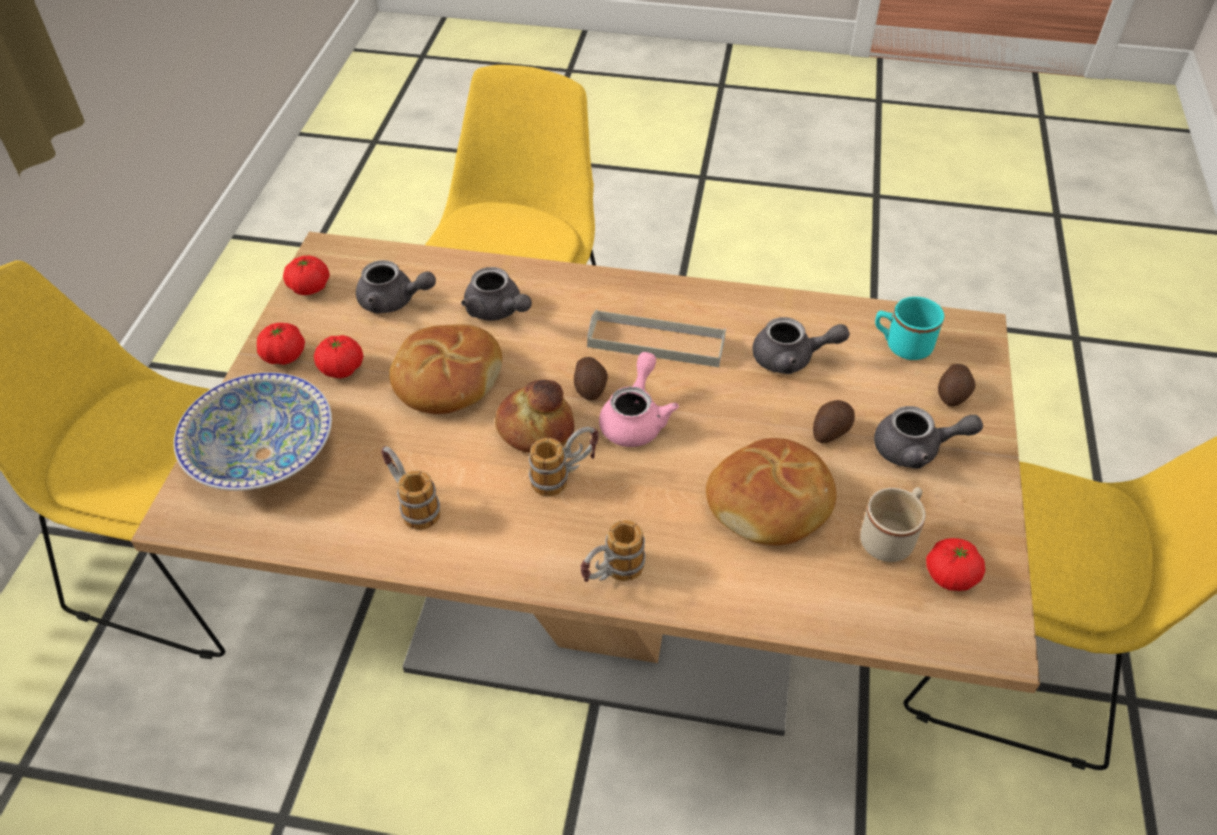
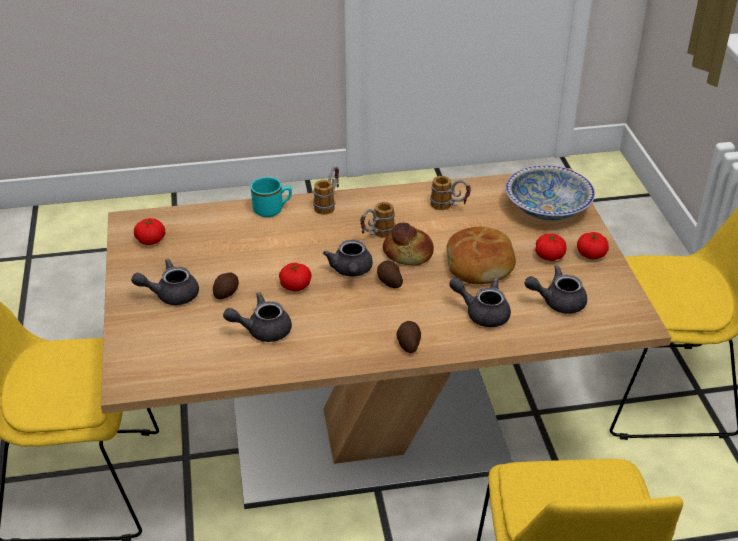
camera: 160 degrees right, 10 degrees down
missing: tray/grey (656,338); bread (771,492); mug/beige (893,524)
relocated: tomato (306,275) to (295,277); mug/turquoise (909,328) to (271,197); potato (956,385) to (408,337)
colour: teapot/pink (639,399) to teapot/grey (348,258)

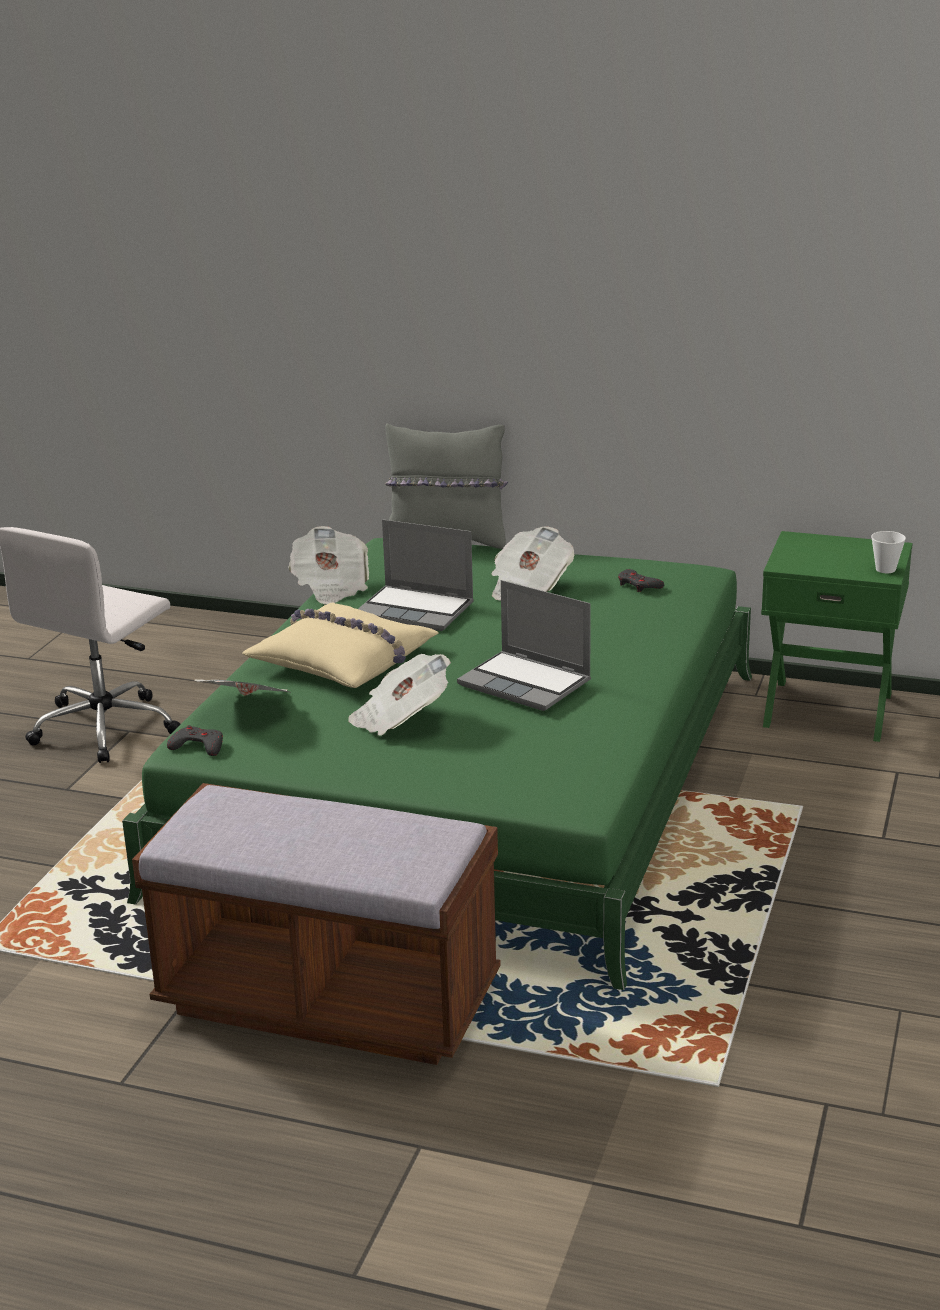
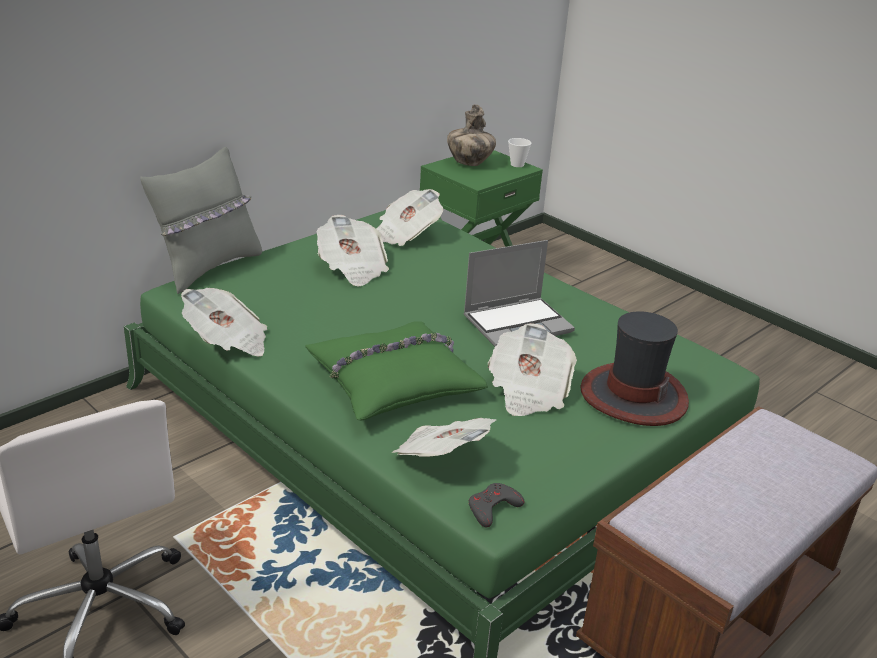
camera: 65 degrees left, 5 degrees up
missing: laptop (416,575)
appeared: vase (471,135); hat (634,368)
exchanged: game controller/grey (641,580) to newspaper (409,217)
colour: pillow/beige (340,645) to pillow/green (397,370)

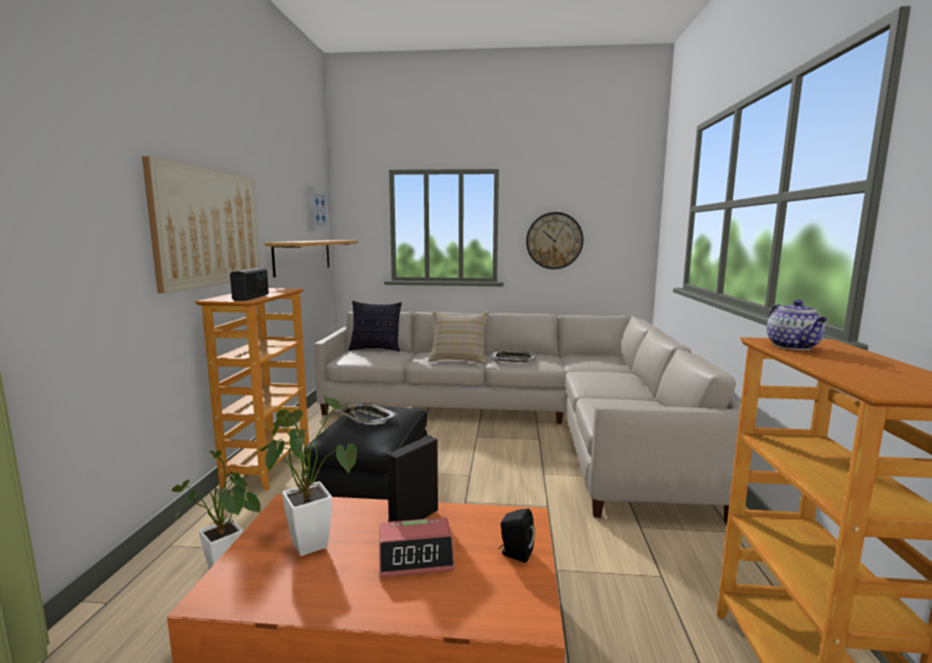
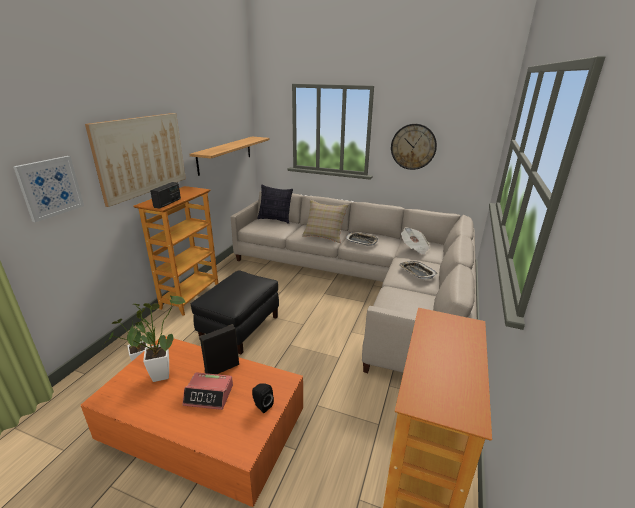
camera: 15 degrees right, 15 degrees up
missing: teapot (797,325)
appeared: newspaper (415,241)
relocated: picture (319,208) to (48,189); tray (366,414) to (418,270)

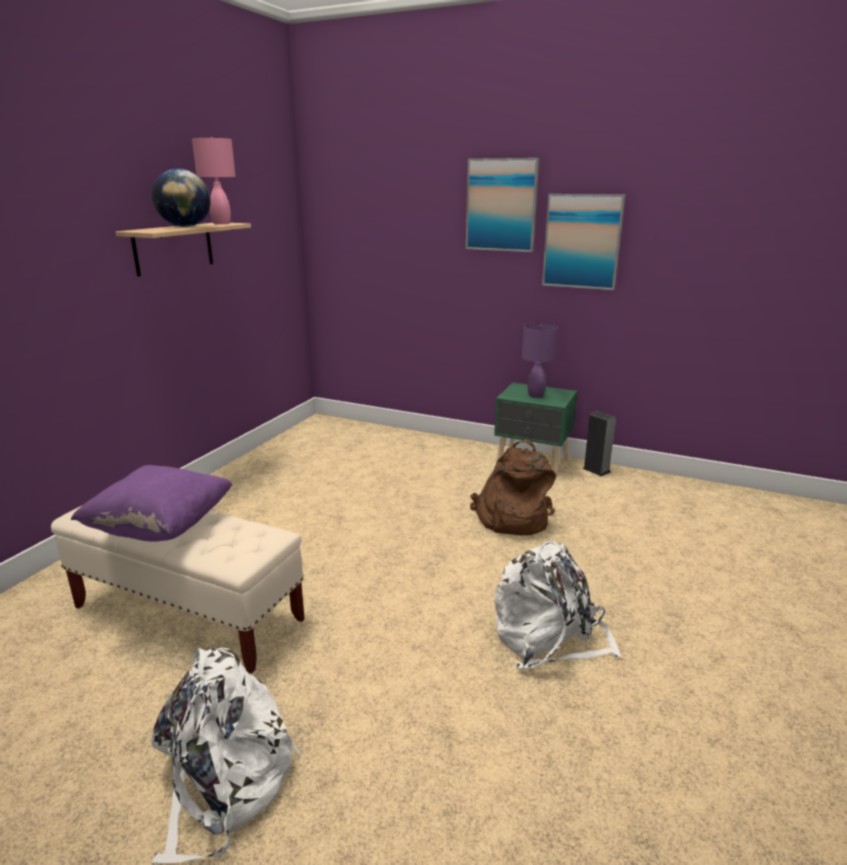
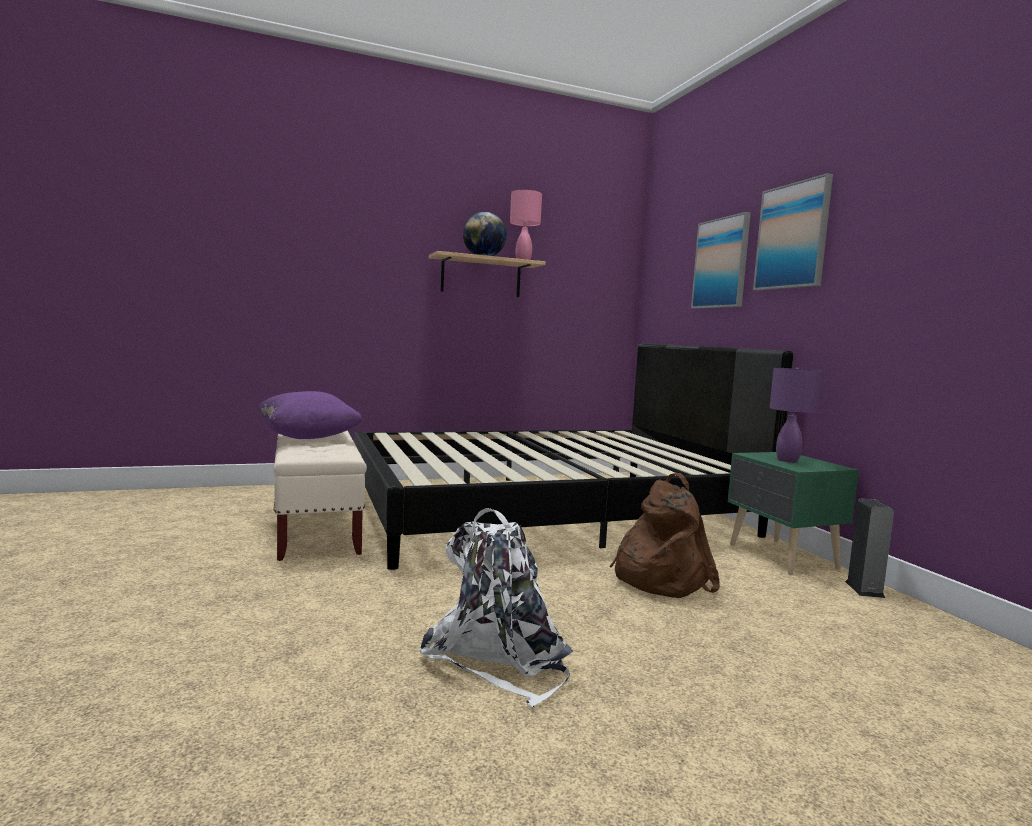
camera: 45 degrees right, 15 degrees down
missing: backpack/white (226,756)
appeared: bed/black (573,456)
relocated: picture (583,242) to (721,260)

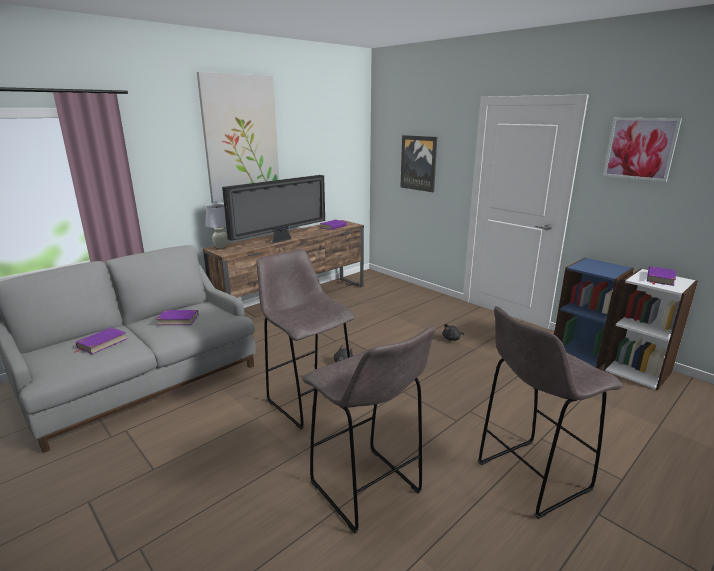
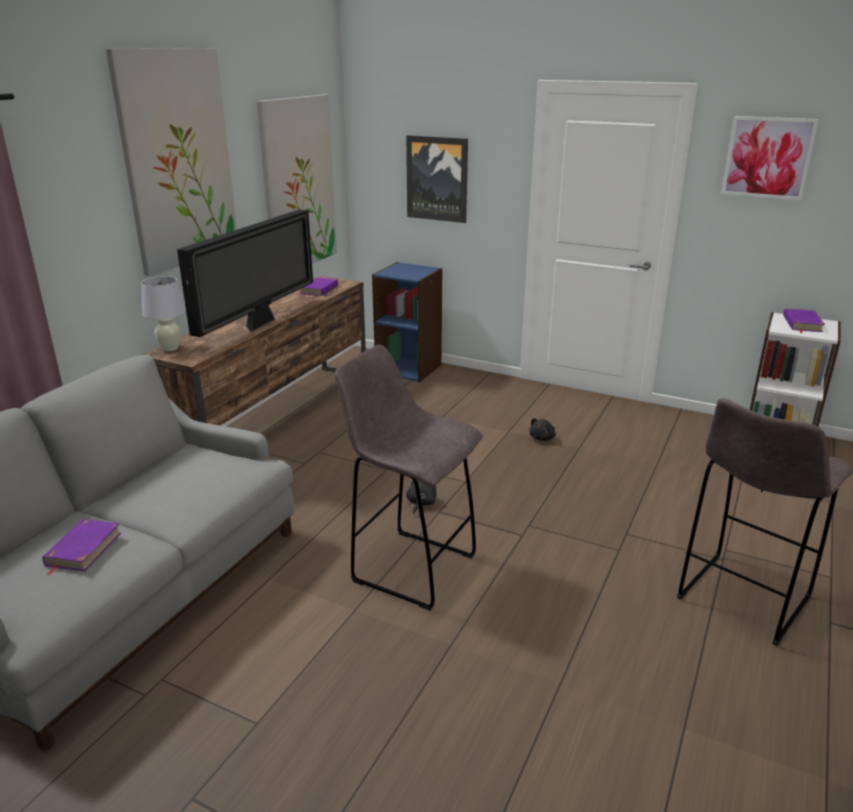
camera: 20 degrees left, 5 degrees up
missing: book/purple (177,317); stool/grey (369,430)
appeared: picture (297,179)
relocated: bookcase/blue (594,313) to (407,322)

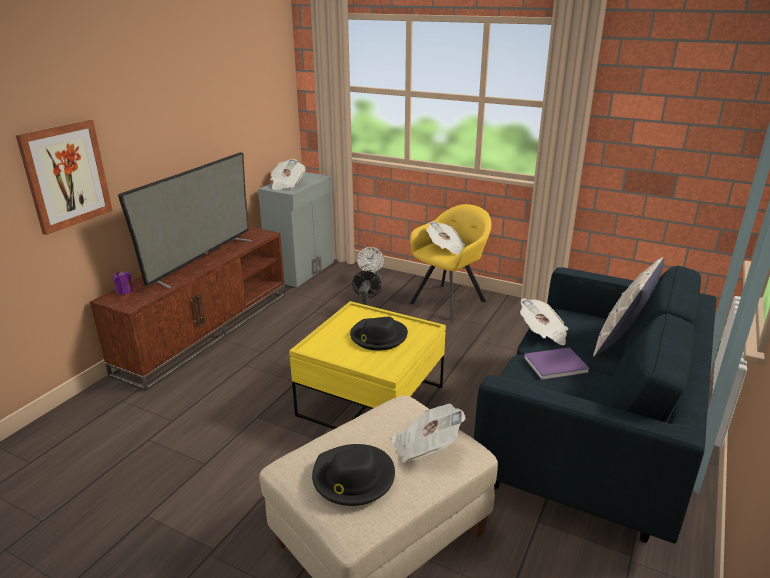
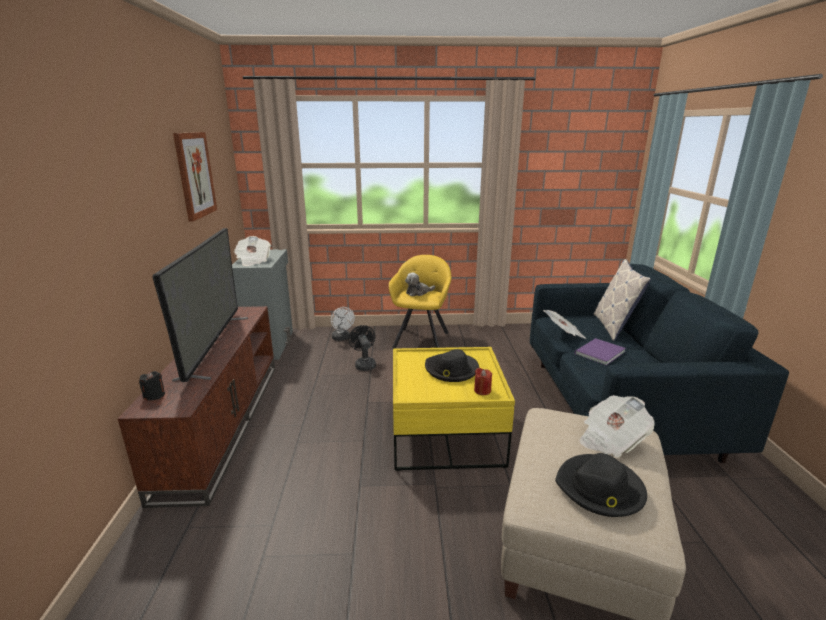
camera: 30 degrees left, 5 degrees down
appeared: candle/red (483,381)
relocated: picture (64,177) to (195,177)
exchanged: newspaper (446,238) to plush toy (420,284)
colour: candle/purple (123,283) to candle/black (152,386)

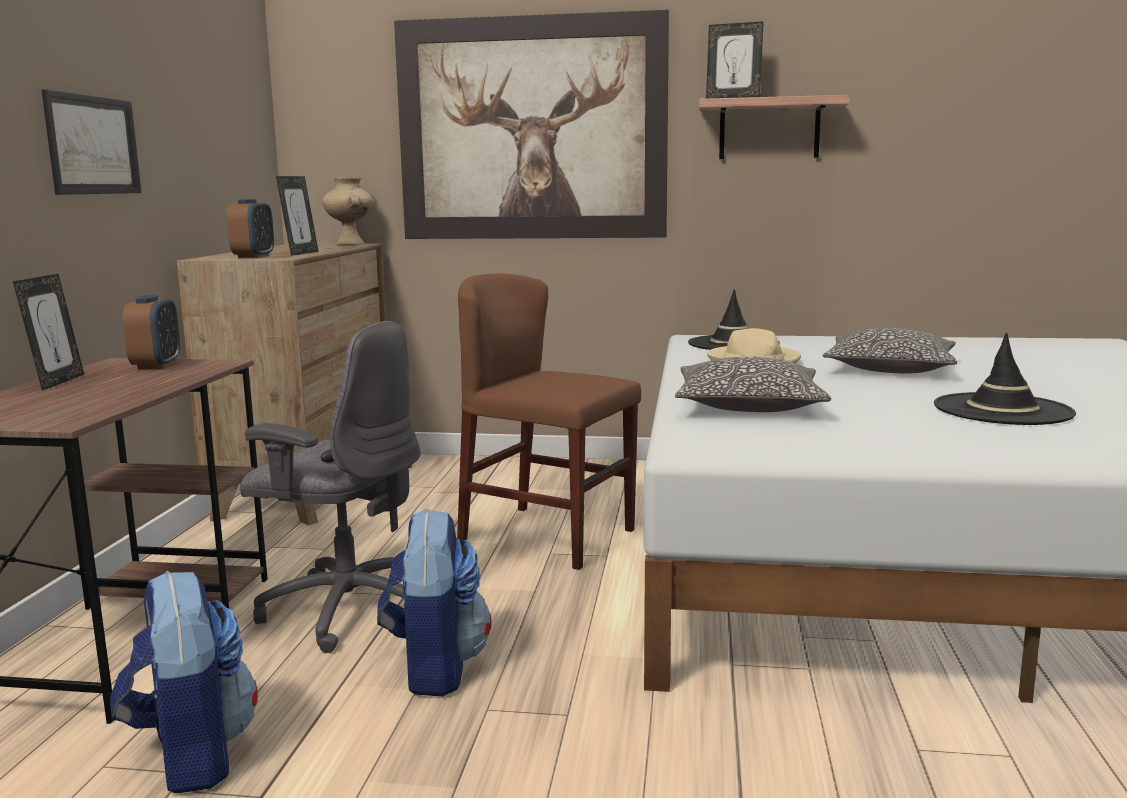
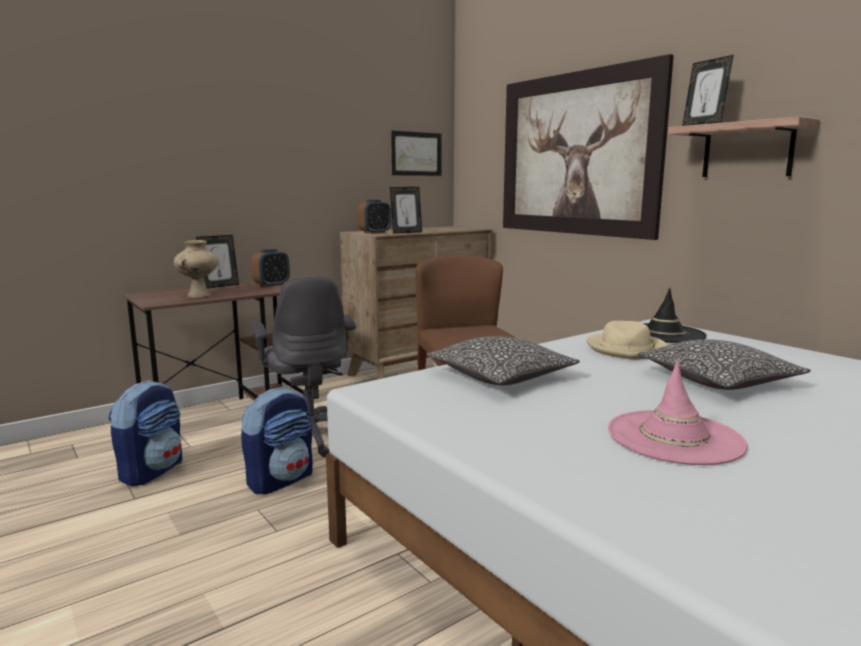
camera: 45 degrees right, 0 degrees up
relocated: picture (92,142) to (416,153); vase/beige (347,211) to (196,269)
colour: hat/black (1005,379) to hat/pink (678,413)

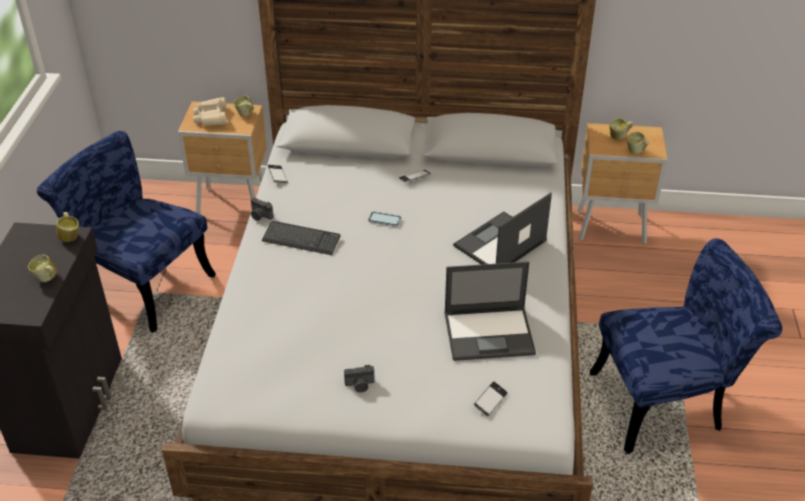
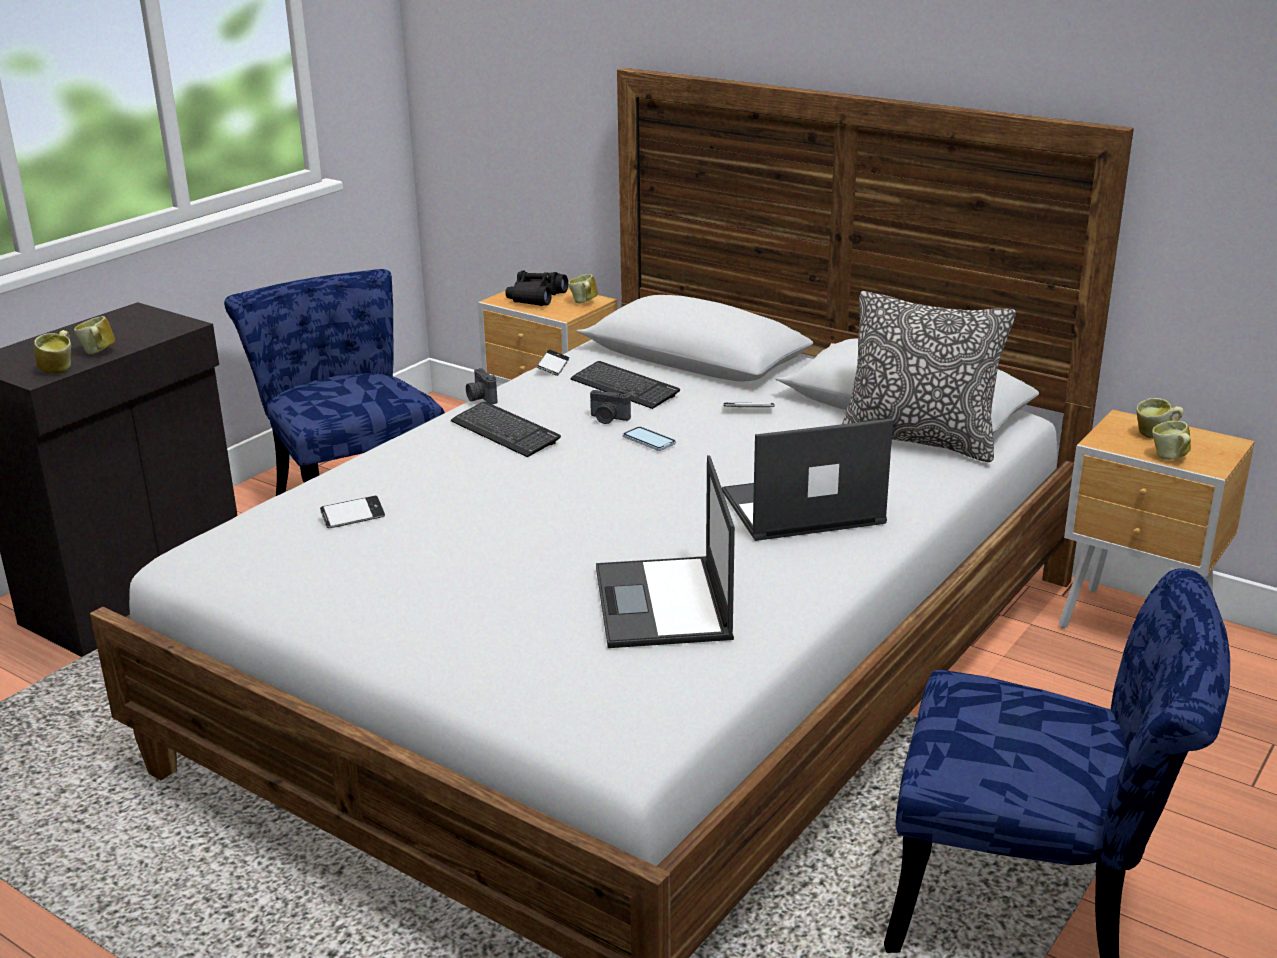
camera: 30 degrees right, 15 degrees down
appeared: keyboard (625,385); pillow (929,376)
relocated: mug (67,227) to (52,352); photo camera (359,378) to (610,407); phone (490,398) to (352,512)
colour: binoculars/beige (210,111) to binoculars/black (536,288)
spun: laptop (490,311) = (665,551) 60 degrees clockwise

